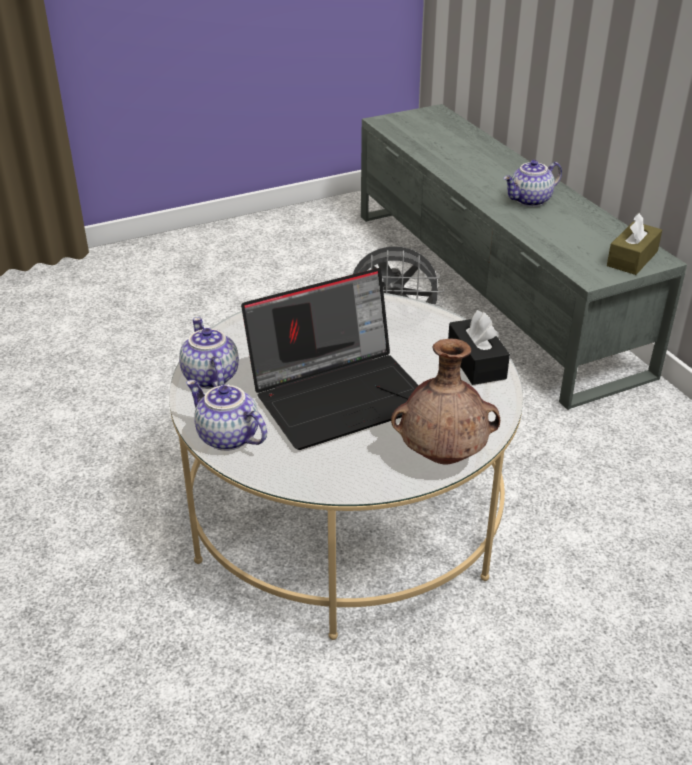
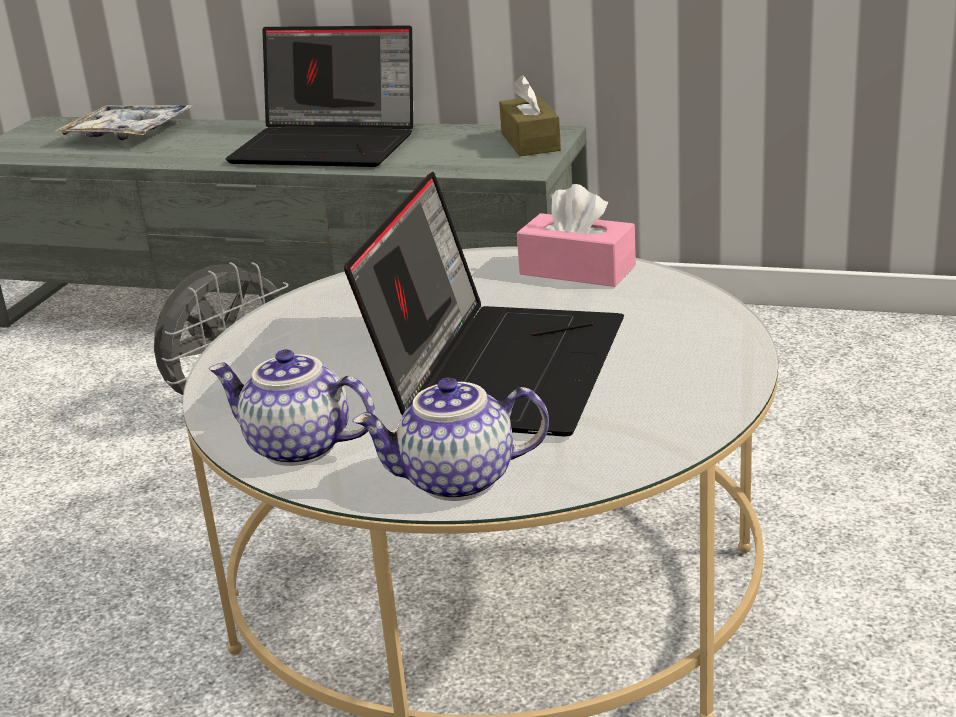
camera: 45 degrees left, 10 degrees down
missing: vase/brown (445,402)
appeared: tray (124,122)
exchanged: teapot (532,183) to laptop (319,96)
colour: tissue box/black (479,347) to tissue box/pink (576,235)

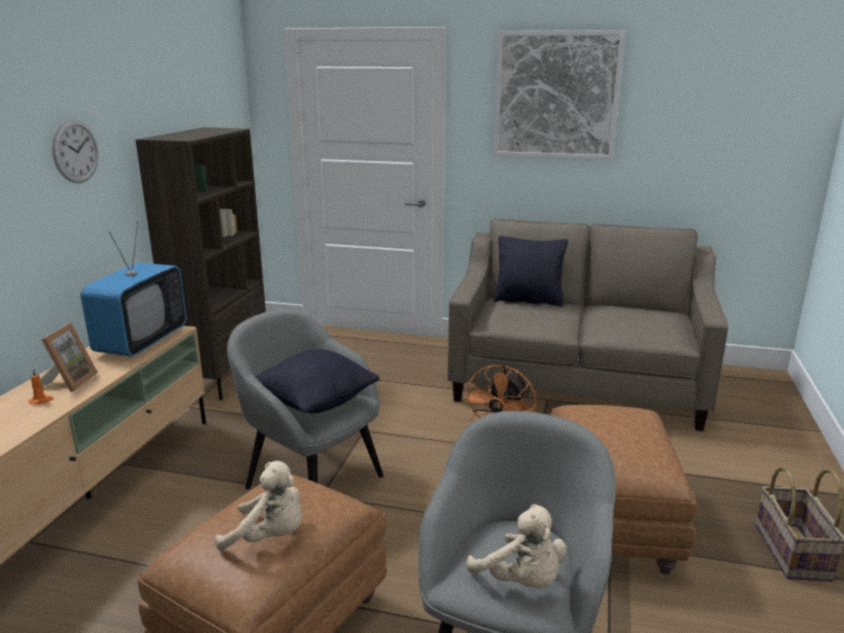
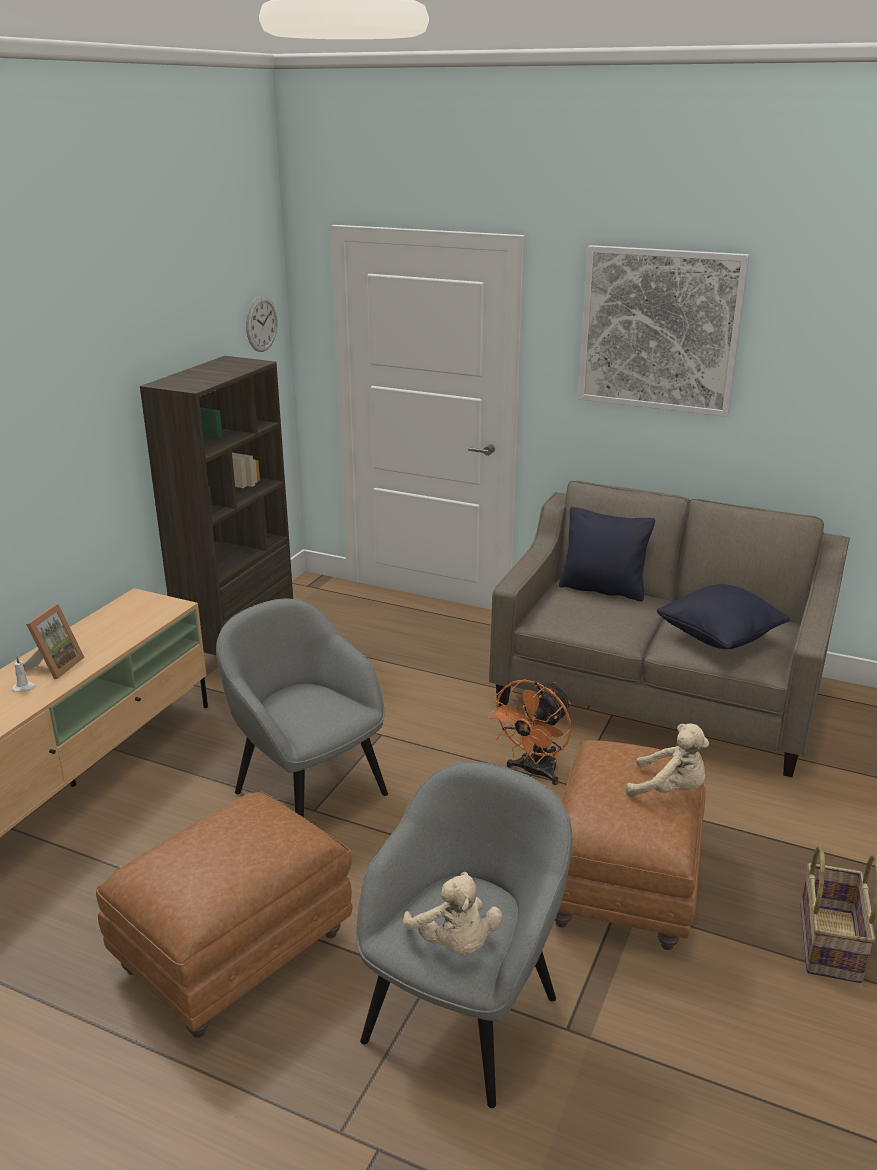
camera: 10 degrees right, 5 degrees up
missing: television (134,289)
relocated: wall clock (75,151) to (261,324); plush toy/beige (258,506) to (667,760); pillow/black (317,381) to (723,616)
colour: candle/orange (41,386) to candle/white (24,674)

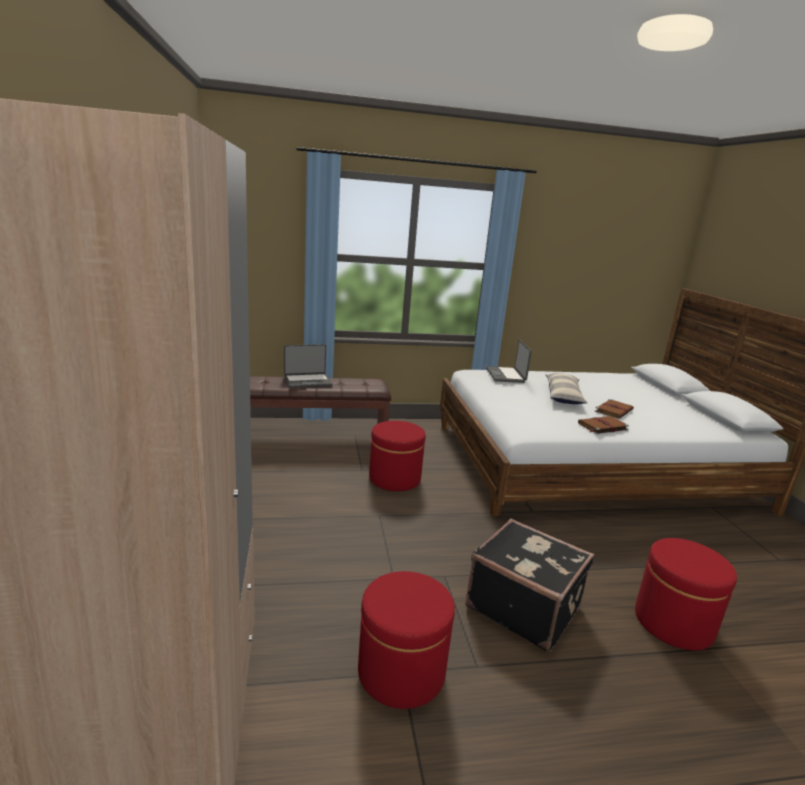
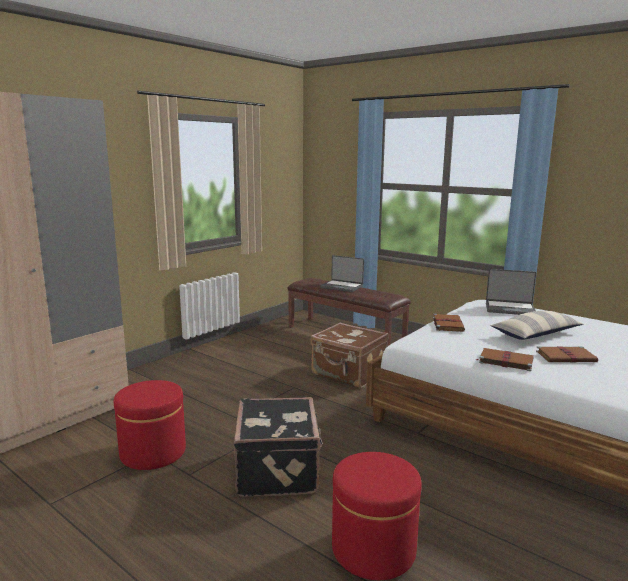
camera: 50 degrees right, 5 degrees down
appeared: book/brown (449,323)
exchanged: ottoman/red (397,456) to suitcase/brown (349,355)
spun: laptop (509,361) = (511,292) 120 degrees counterclockwise

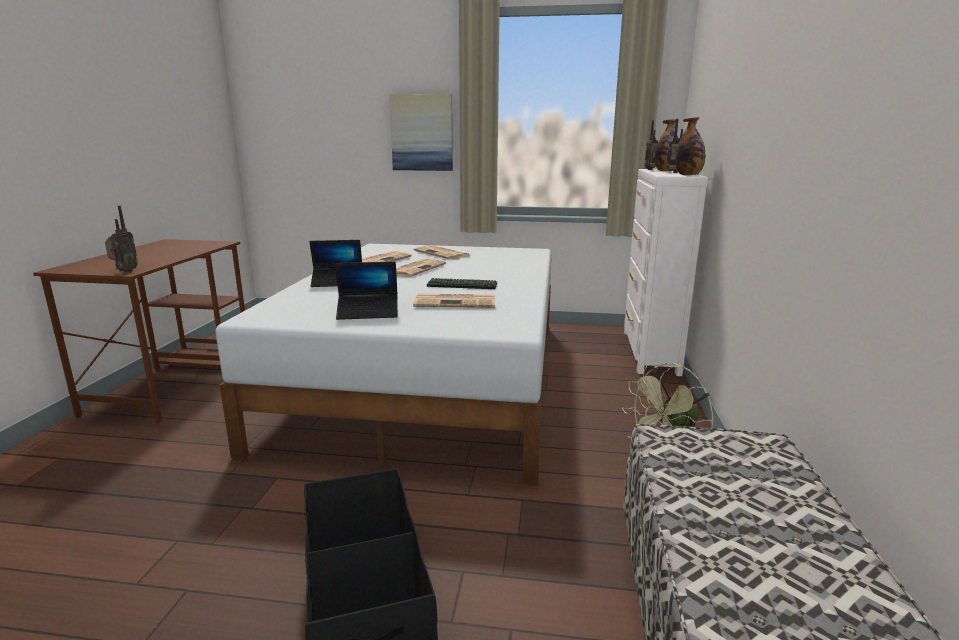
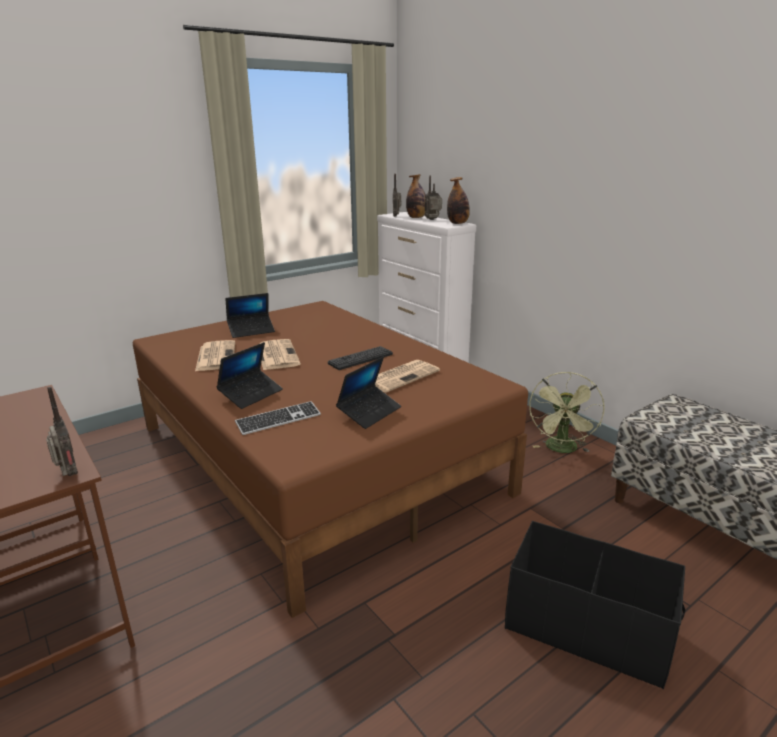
camera: 45 degrees left, 5 degrees up
missing: picture (421,132)
appeared: keyboard (278,418)
exchanged: newspaper (441,252) to laptop (250,315)
colour: bed/white (383,364) to bed/brown (330,459)

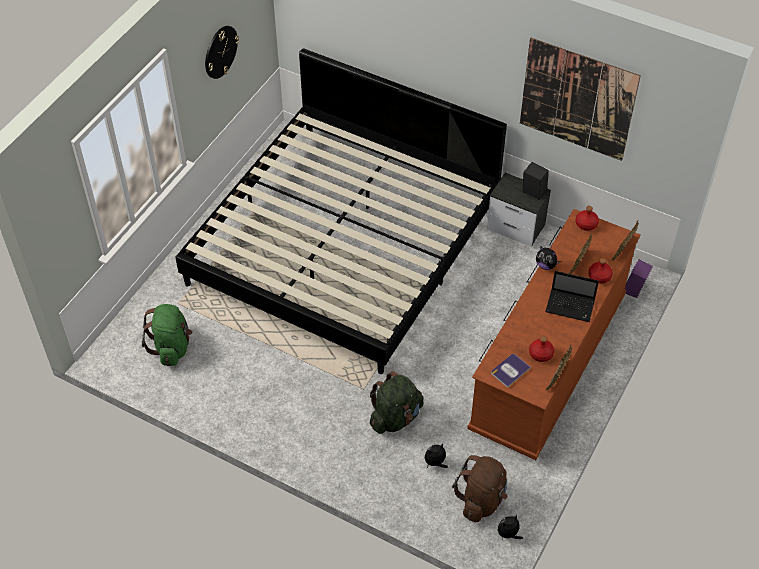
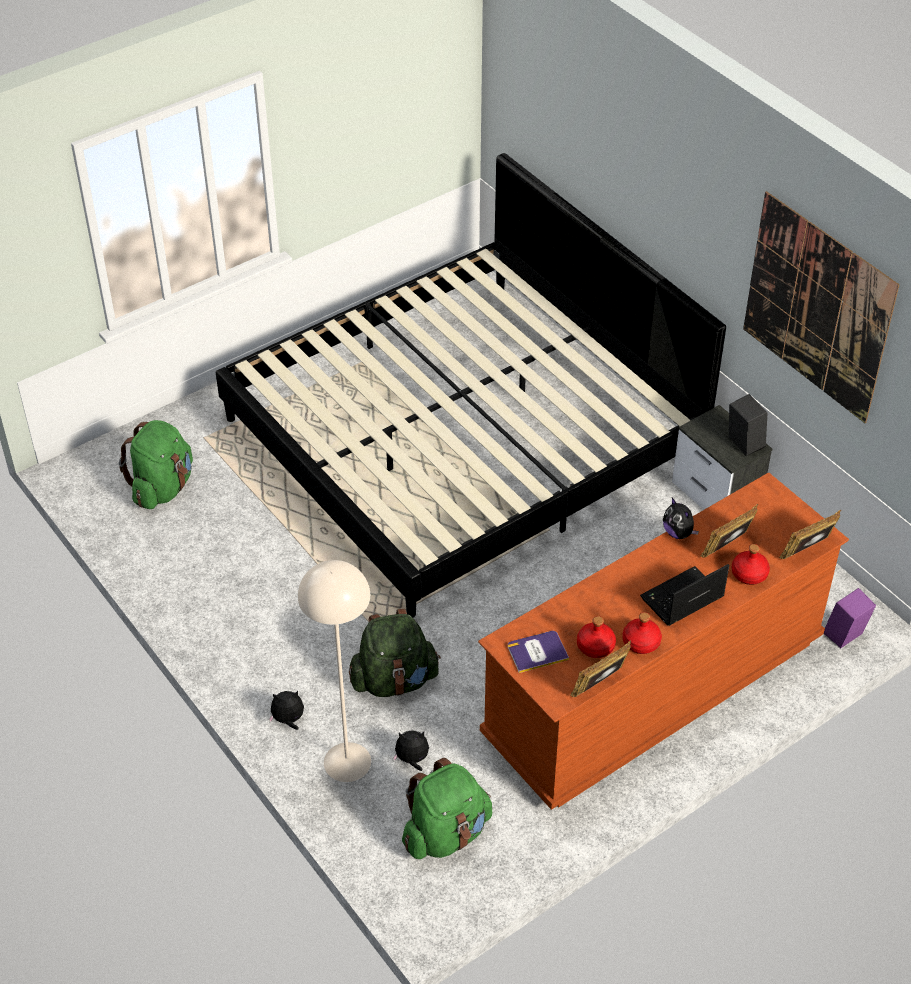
camera: 25 degrees right, 5 degrees down
missing: wall clock (222,52)
appeared: floor lamp/beige (334,671)
relocated: plush toy (510,527) to (286,710); bottle/red (587,218) to (642,633)
colour: backpack/brown (480,488) to backpack/green (447,808)
spun: laptop (572,296) = (684,595) 105 degrees clockwise

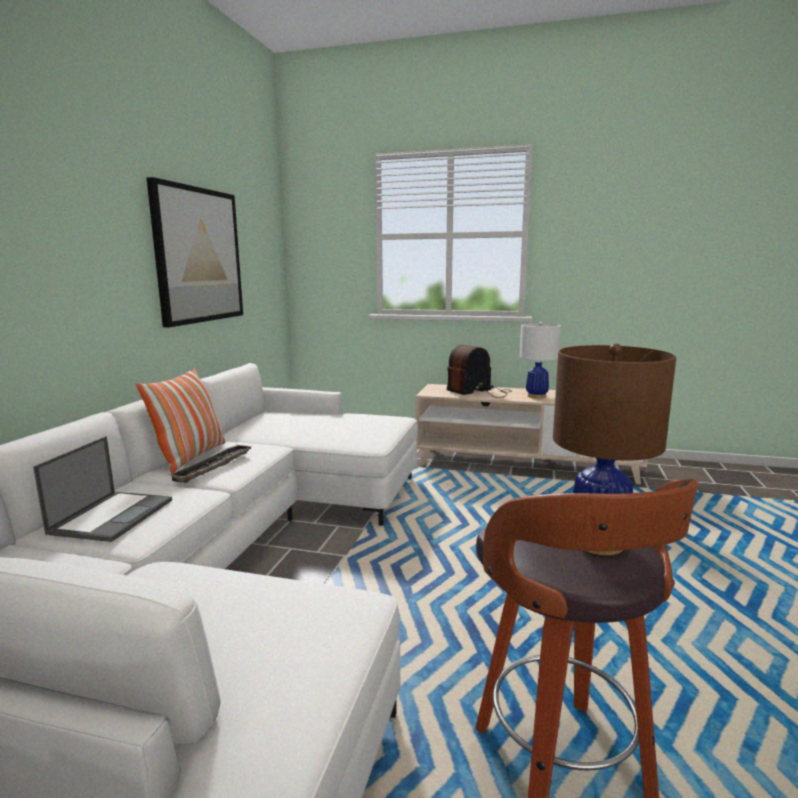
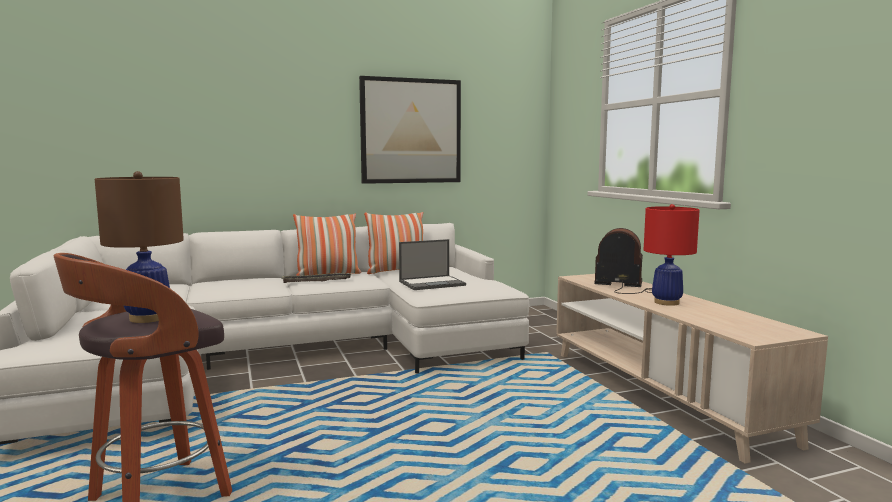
camera: 55 degrees right, 5 degrees down
appeared: pillow (393,243)
relocated: laptop (102,489) to (432,264)
colour: table lamp/white (540,360) to table lamp/red (672,255)

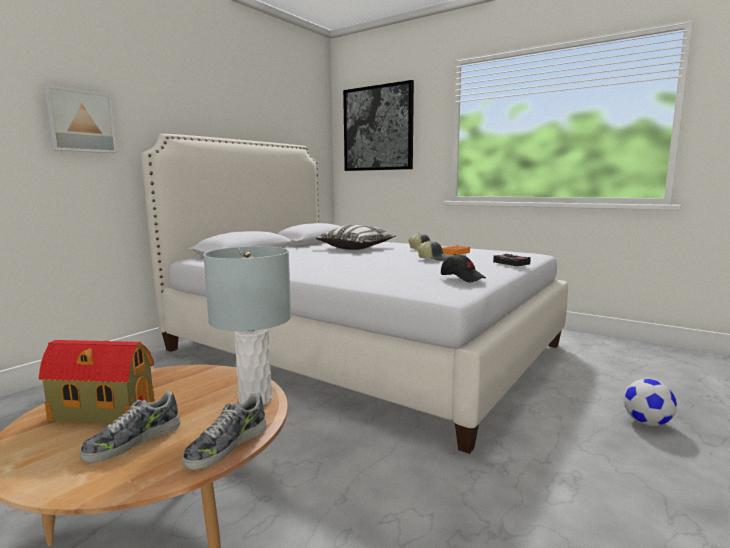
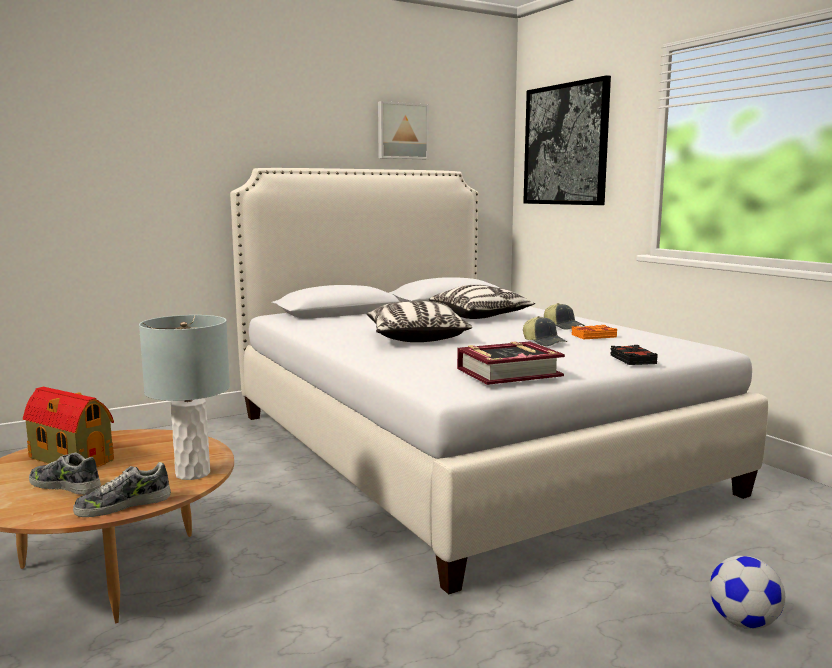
camera: 25 degrees right, 0 degrees up
appeared: pillow (419,321)
relocated: picture (80,119) to (403,130)
exchanged: cap/black (463,268) to book (511,363)
spun: shoe (130,426) = (65,473) 45 degrees clockwise

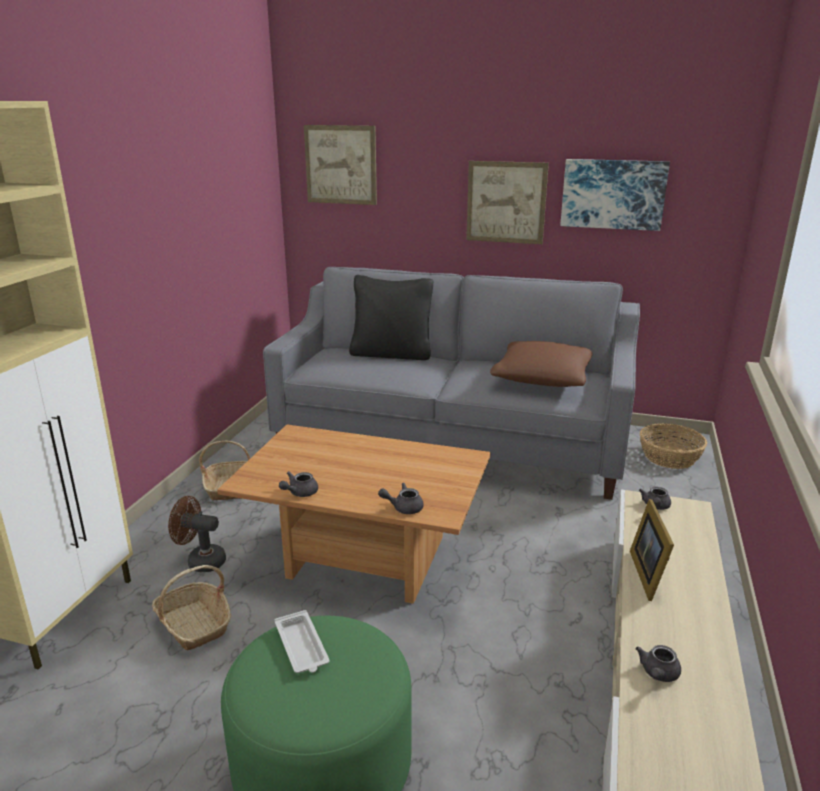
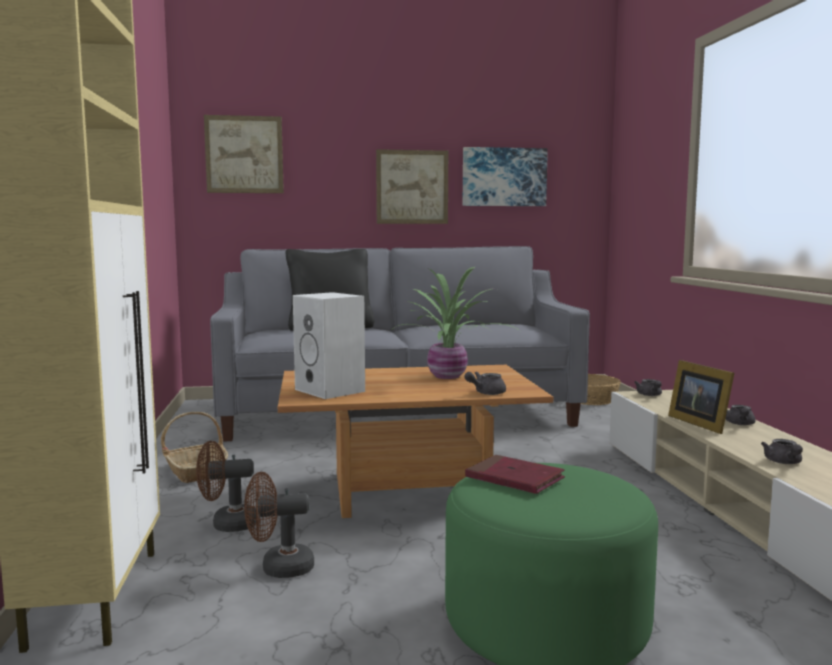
camera: 25 degrees left, 15 degrees down
missing: pillow/brown (541,364)
appeared: speaker/white (329,345); potted plant (455,322)
relocated: teapot/grey (298,484) to (740,415)
exchanged: basket (191,608) to fan/brown (279,525); tray/white (302,641) to book/red (515,474)

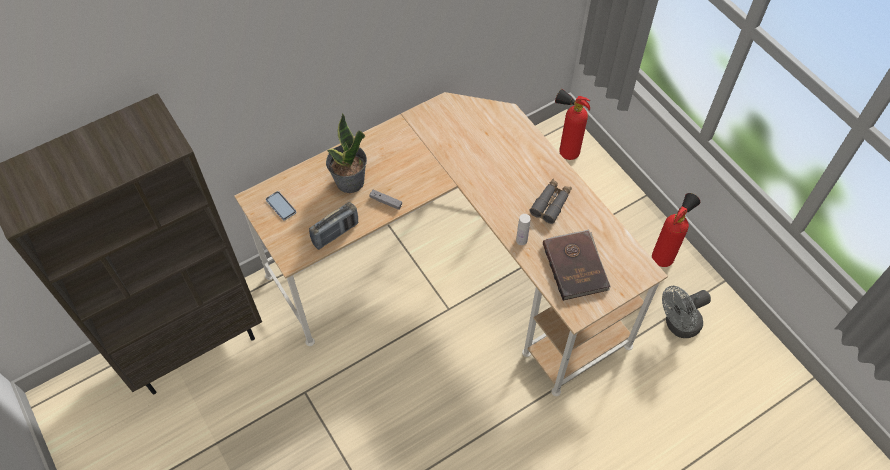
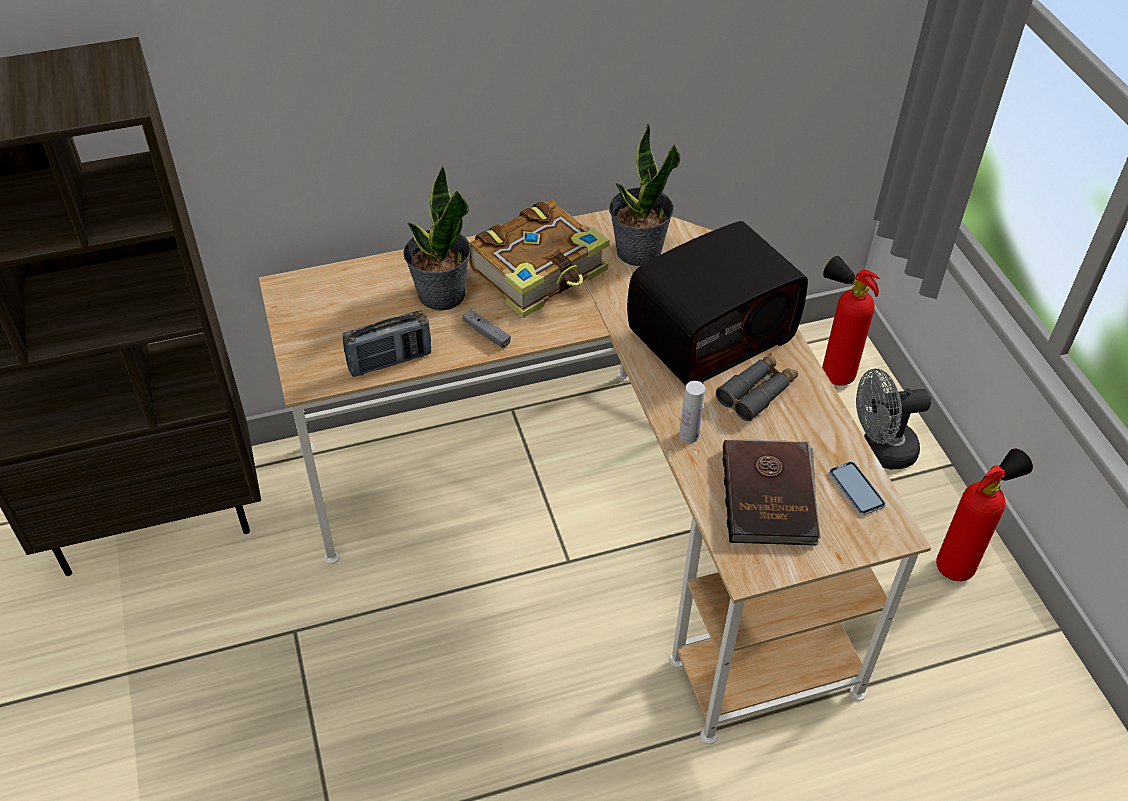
camera: 15 degrees right, 10 degrees down
appeared: book (539,259); potted plant (644,195); radio (717,303)
relocated: phone (281,205) to (857,488); fan/grey (686,312) to (893,419)

